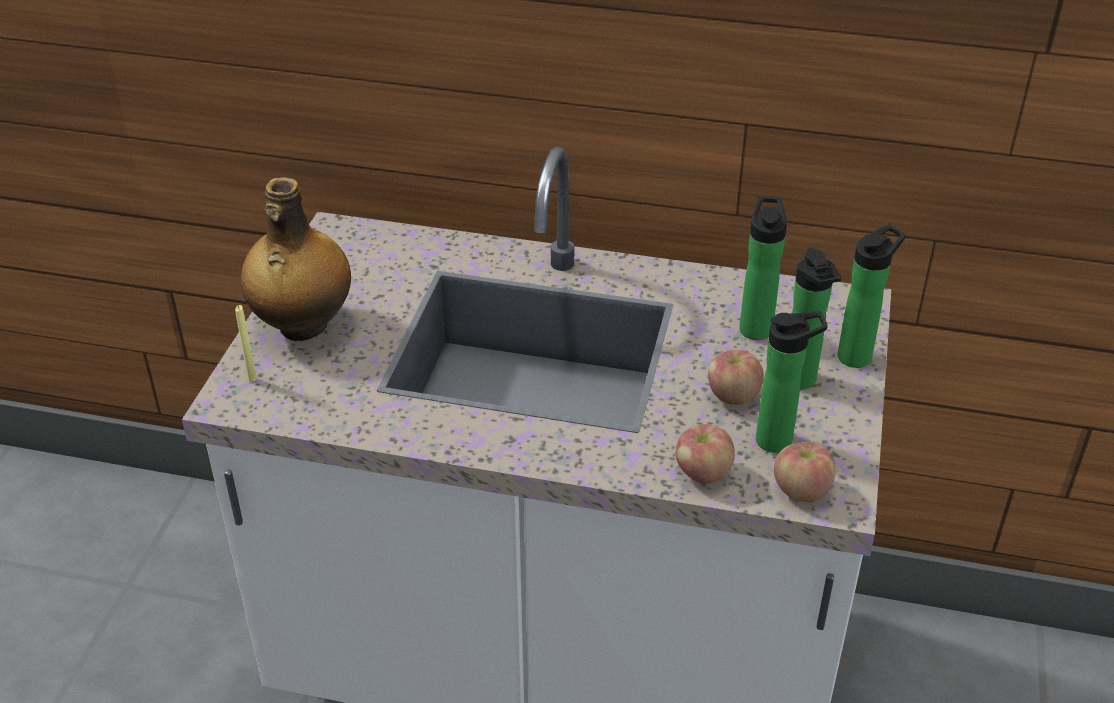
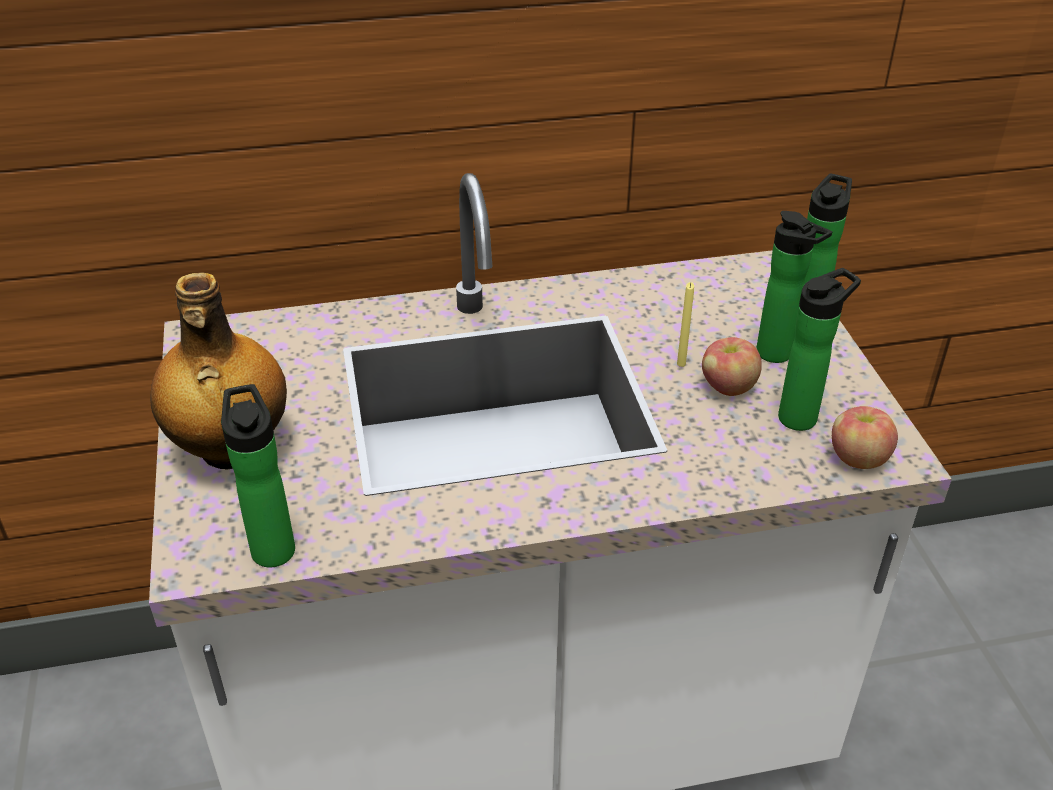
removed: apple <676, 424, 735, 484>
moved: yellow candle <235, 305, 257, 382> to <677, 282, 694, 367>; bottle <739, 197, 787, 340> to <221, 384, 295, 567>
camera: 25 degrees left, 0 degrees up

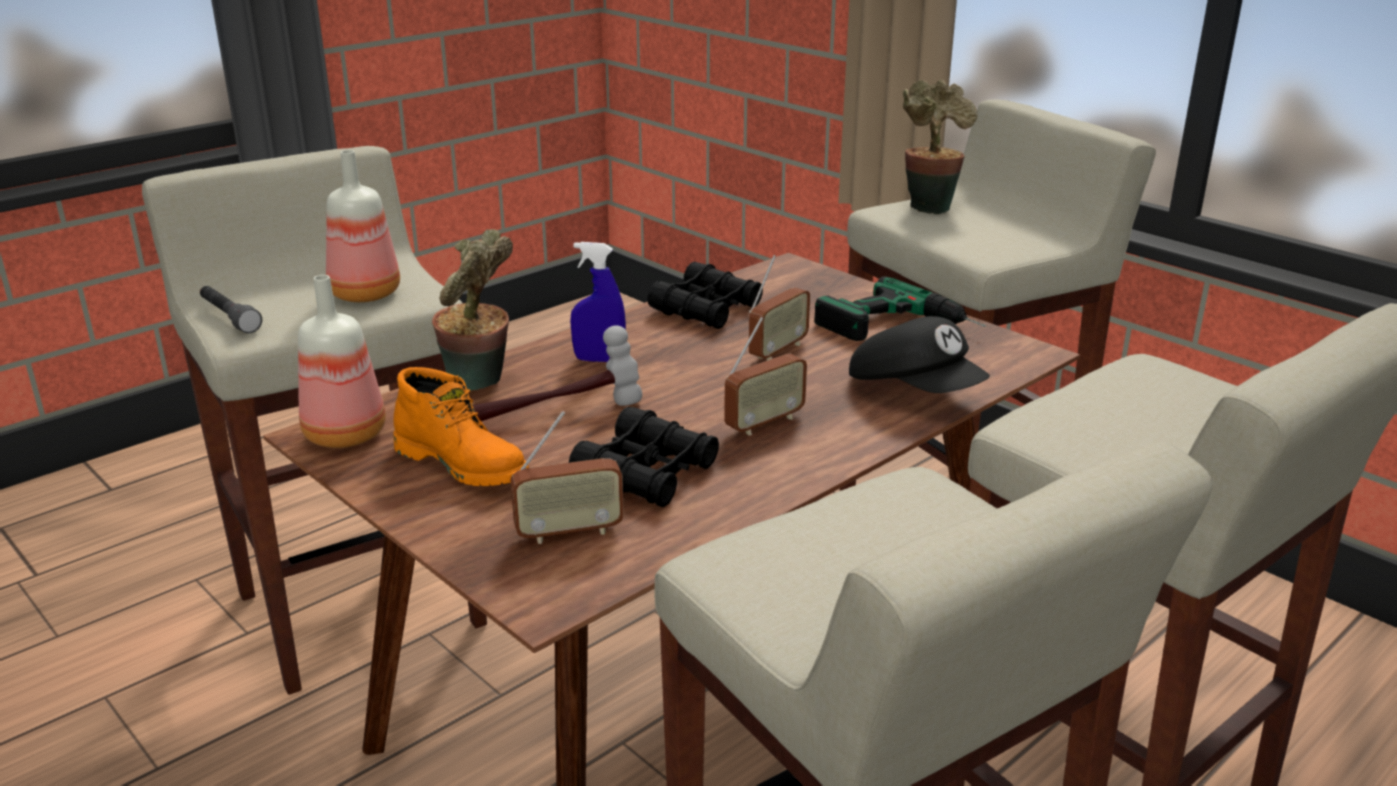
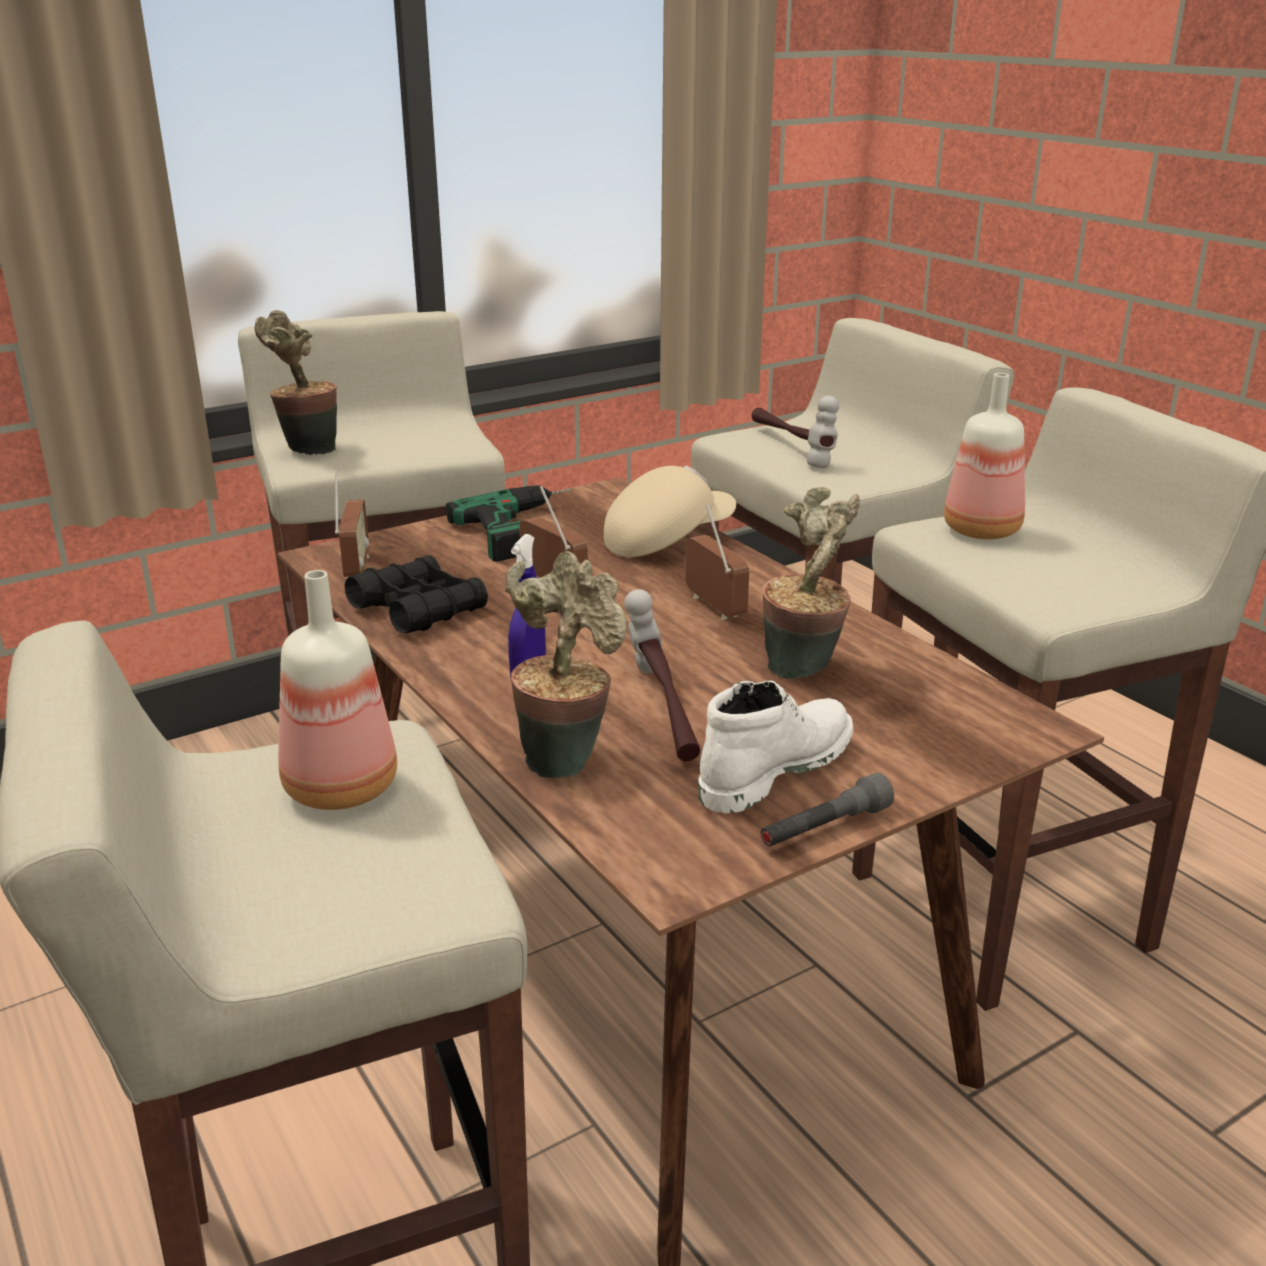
added: hammer <751, 396, 839, 468>
moved: grey flashlight <200, 286, 262, 333> to <761, 773, 894, 846>; bottle <298, 275, 386, 448> to <944, 373, 1025, 539>; radio <510, 411, 624, 544> to <335, 469, 369, 579>
replaced: black binoculars <569, 407, 719, 507> to potted plant <762, 487, 860, 679>
recoloured: orange boot <394, 367, 529, 486> to white boot <698, 680, 853, 813>; black cap <849, 316, 990, 393> to beige cap <604, 465, 736, 557>
camera: 80 degrees left, 0 degrees up

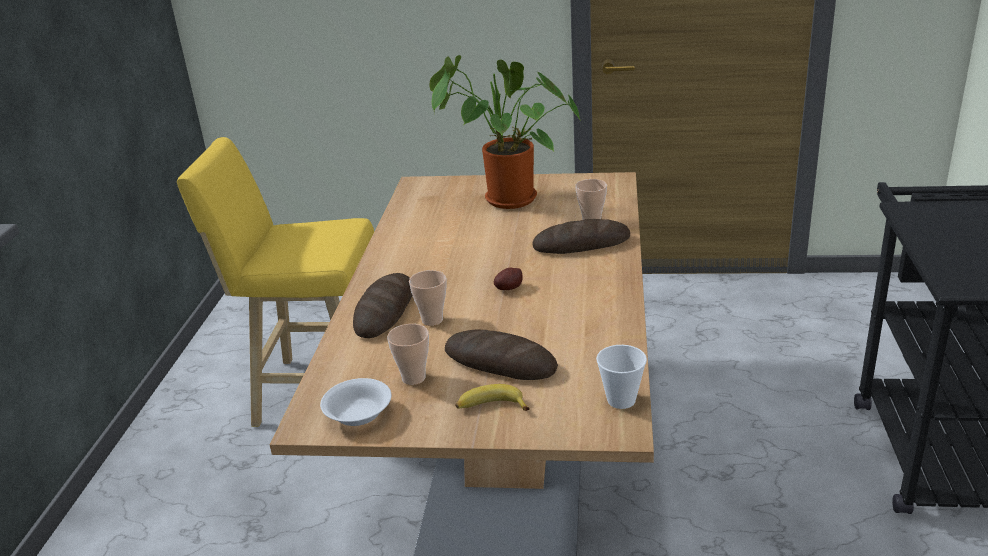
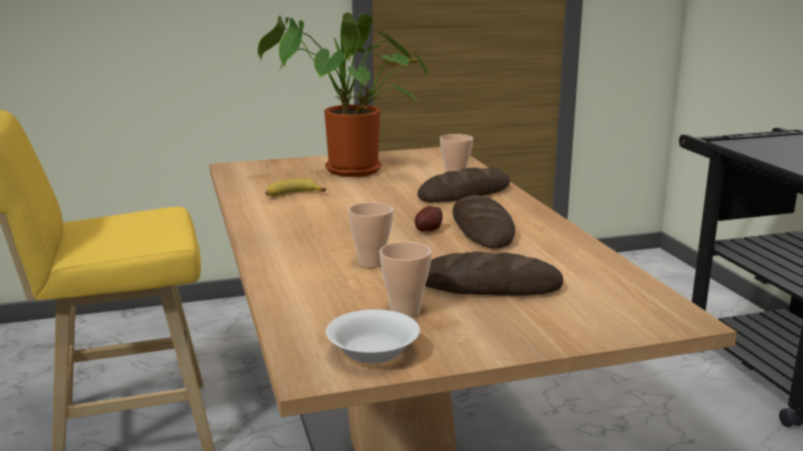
removed: cup <596, 345, 647, 409>
moved: bread <353, 273, 412, 338> to <452, 195, 515, 248>; banana <455, 384, 530, 411> to <265, 179, 326, 196>
camera: 25 degrees left, 10 degrees down

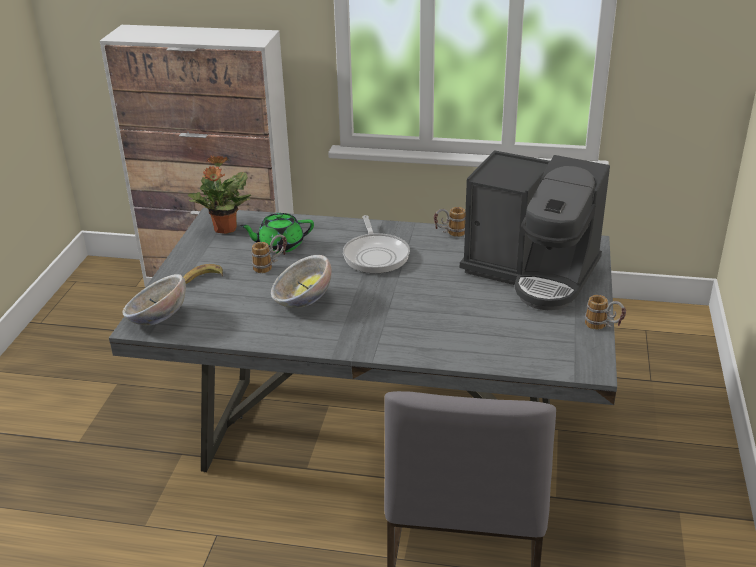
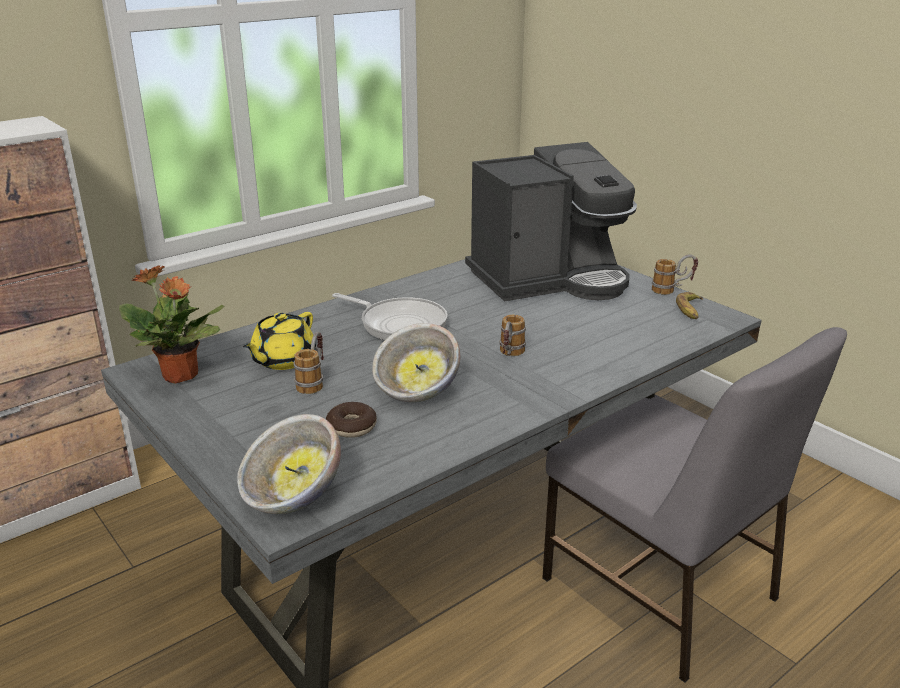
added: donut <326, 402, 377, 438>
moved: banana <184, 264, 223, 284> to <676, 292, 703, 319>; mug <434, 207, 466, 237> to <499, 315, 526, 356>
recoloured: green teapot <240, 213, 314, 253> to yellow teapot <243, 312, 316, 370>
camera: 50 degrees left, 5 degrees down

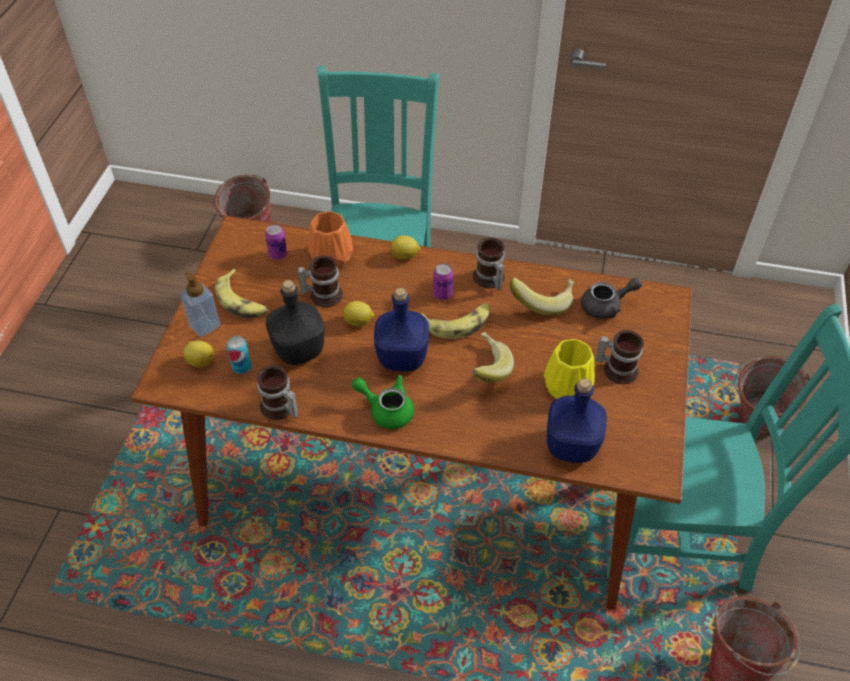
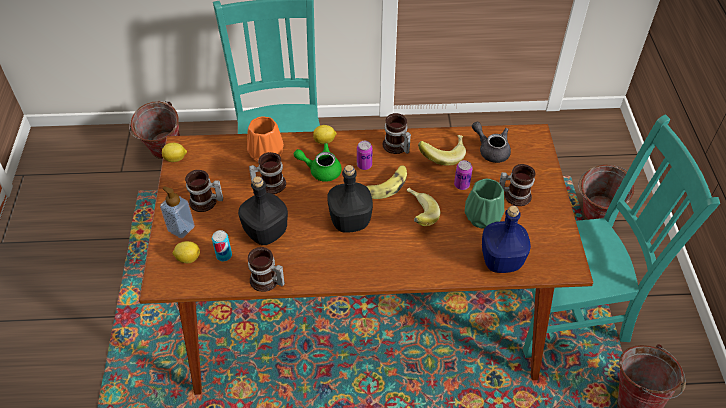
moved: can <265, 224, 287, 260> to <454, 160, 473, 190>; lemon <343, 301, 375, 326> to <162, 143, 187, 162>; green teapot <352, 375, 414, 429> to <294, 143, 342, 182>
replaced: banana <215, 269, 268, 318> to mug <185, 170, 223, 212>
recoloured: blue bottle <374, 288, 429, 372> to black bottle <327, 165, 373, 233>; yellow vase <544, 339, 595, 399> to green vase <465, 179, 505, 229>
turned: grey teapot <581, 277, 642, 319> = <472, 122, 511, 163> 105 degrees counterclockwise
camera: 15 degrees left, 0 degrees up

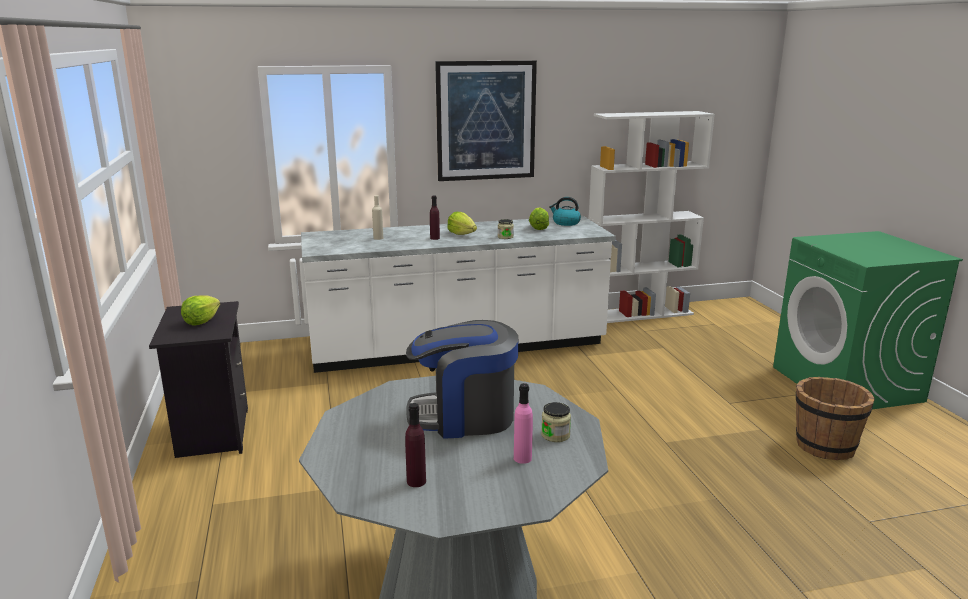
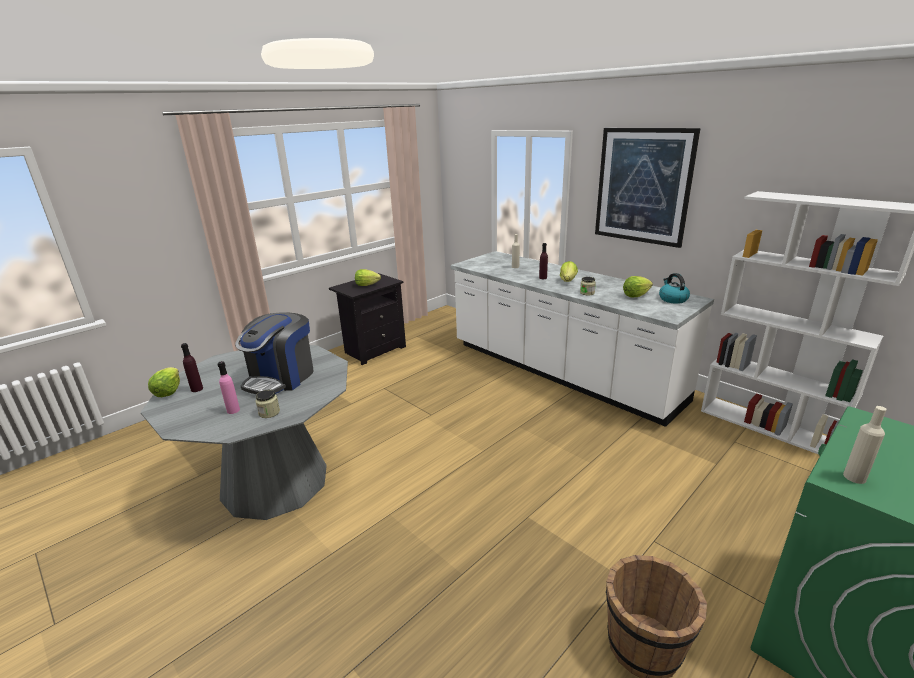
added: lettuce <148, 367, 180, 397>; beige bottle <843, 406, 887, 484>
turned: coffee machine <406, 320, 518, 439> = <235, 313, 314, 394> 120 degrees counterclockwise
camera: 60 degrees right, 5 degrees up

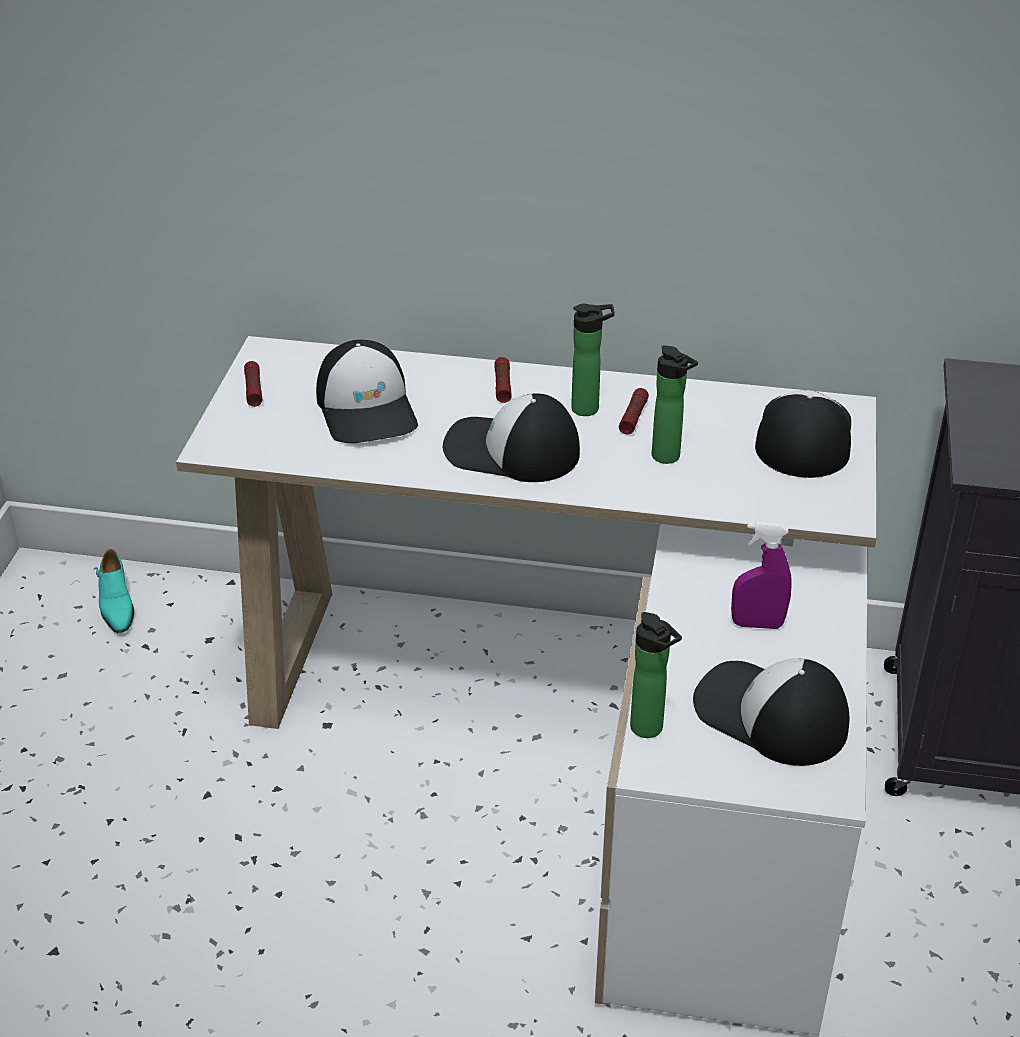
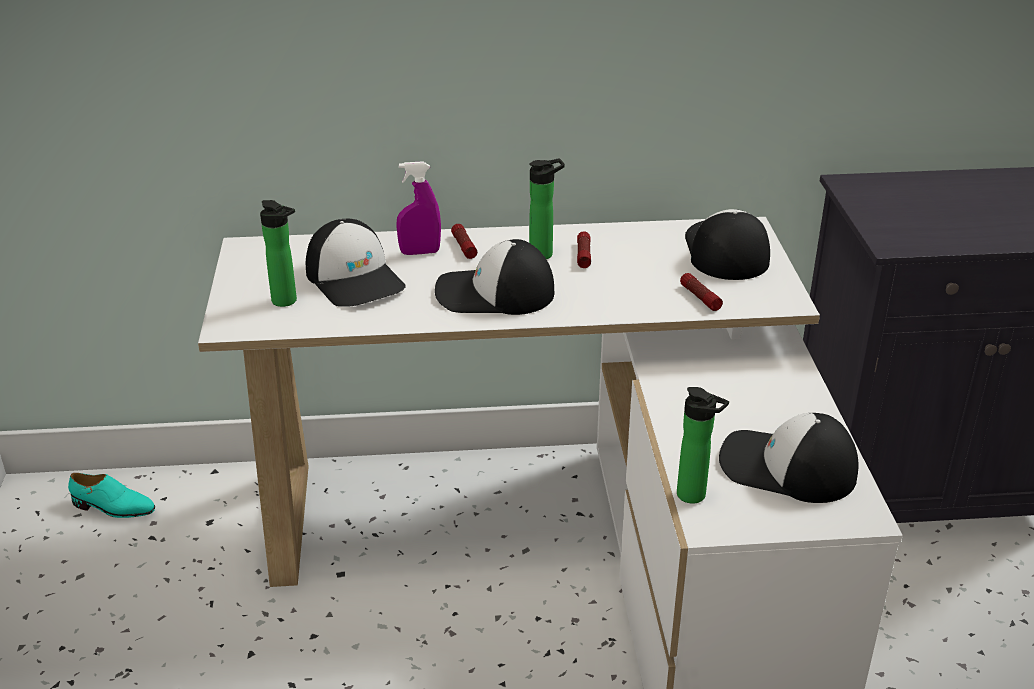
moved: flashlight <244, 361, 262, 407> to <680, 273, 723, 311>; bottle <652, 345, 698, 464> to <260, 200, 297, 307>; purple spray bottle <731, 522, 792, 629> to <396, 162, 441, 255>
turned: turquoise shoe <96, 549, 134, 633> = <68, 473, 155, 518> 45 degrees counterclockwise
camera: 15 degrees left, 5 degrees down

